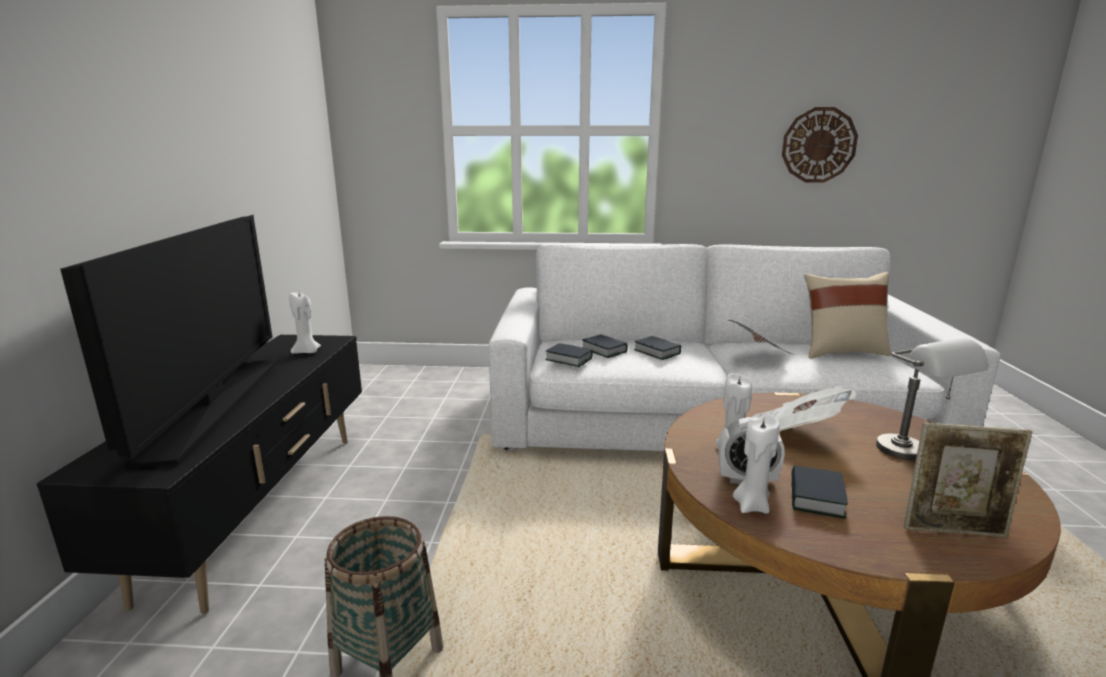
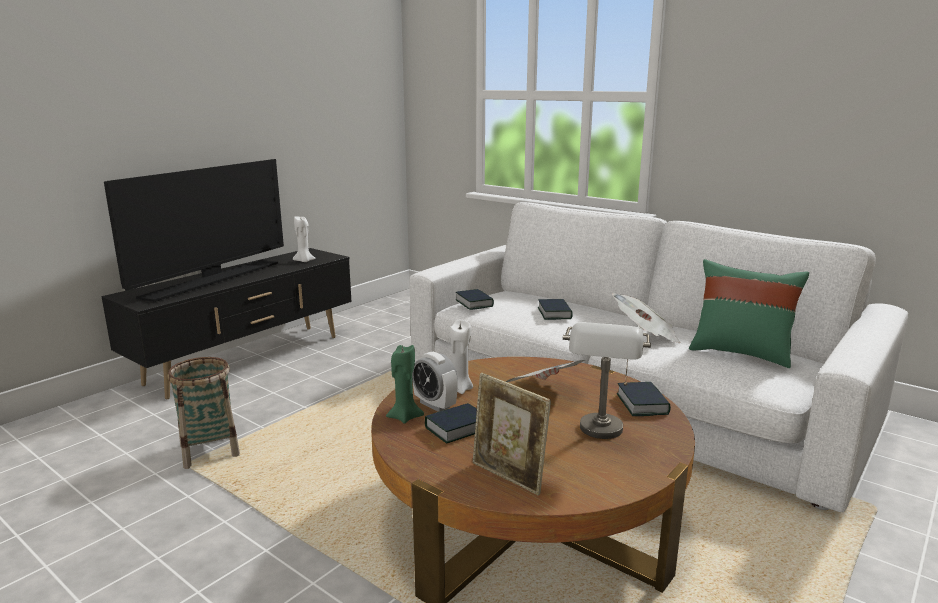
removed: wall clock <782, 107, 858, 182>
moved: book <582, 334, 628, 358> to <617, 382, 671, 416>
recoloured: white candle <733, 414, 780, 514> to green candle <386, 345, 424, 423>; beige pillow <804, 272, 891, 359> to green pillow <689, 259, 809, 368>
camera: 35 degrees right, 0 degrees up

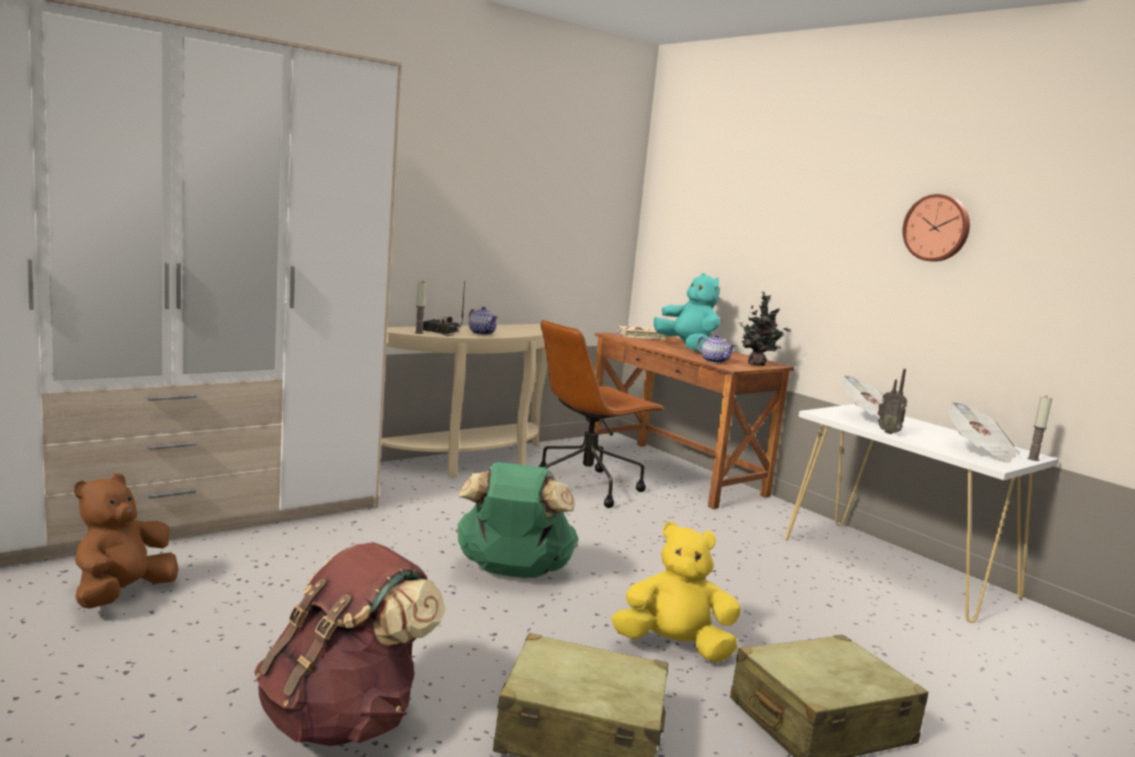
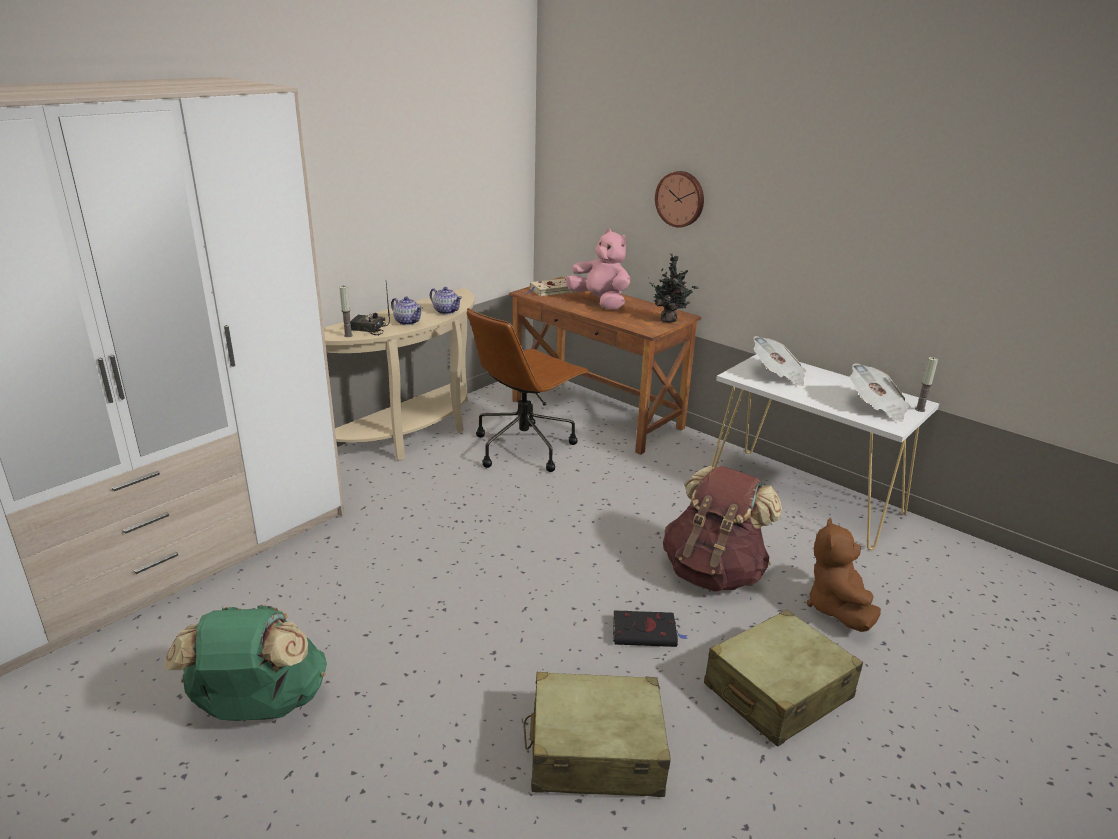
removed: radio <877, 369, 907, 434>
moved: brown plush toy <74, 473, 178, 608> to <807, 517, 881, 632>; brown backpack <254, 542, 446, 746> to <663, 466, 782, 592>; green backpack <456, 462, 579, 578> to <165, 605, 327, 721>; teapot <697, 334, 737, 363> to <430, 287, 462, 315>; wall clock <903, 194, 970, 262> to <655, 171, 704, 228>
replaced: yellow plush toy <612, 522, 741, 662> to black book <613, 610, 688, 647>
recoloured: turquoise plush toy <654, 273, 720, 352> to pink plush toy <566, 229, 630, 310>
camera: 10 degrees left, 15 degrees up

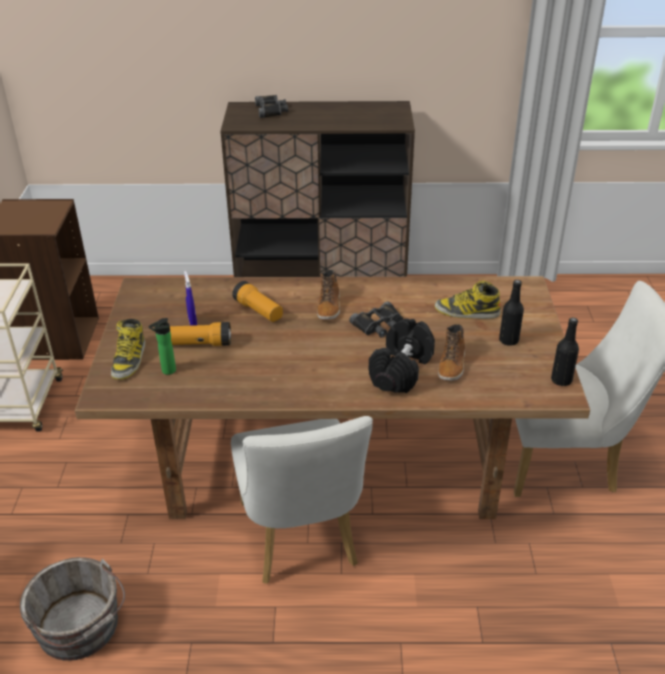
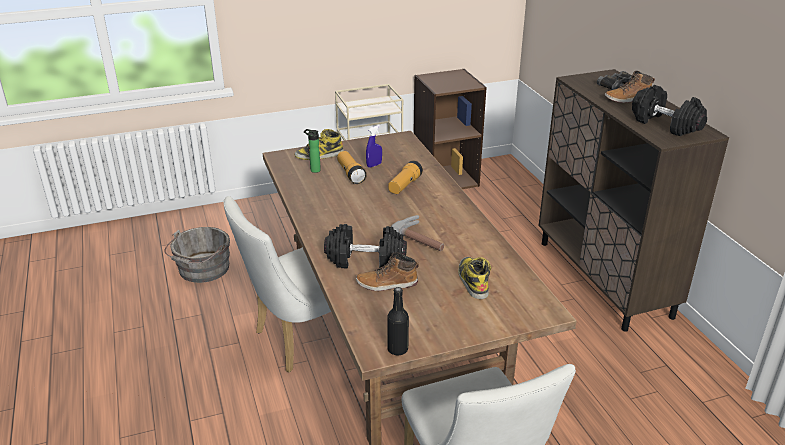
removed: black bottle <499, 280, 524, 346>
added: black dumbbell <632, 85, 707, 136>
moved: boot <317, 270, 340, 320> to <605, 71, 655, 103>
replaced: black binoculars <349, 301, 403, 338> to hammer <391, 215, 444, 251>
camera: 70 degrees right, 5 degrees down

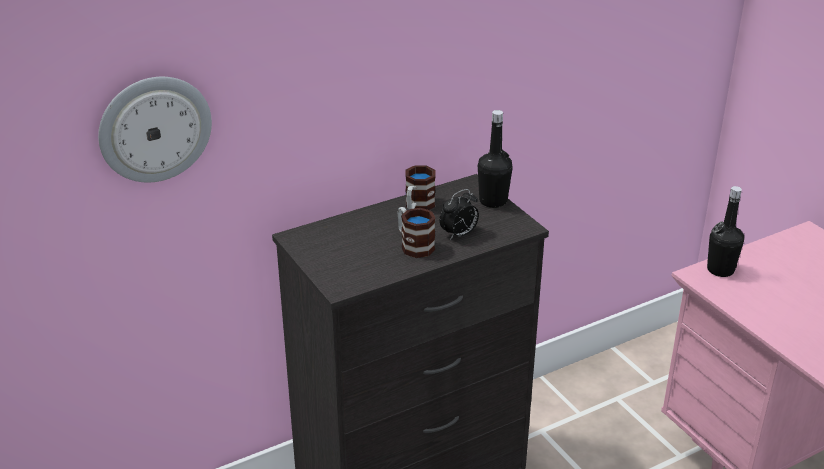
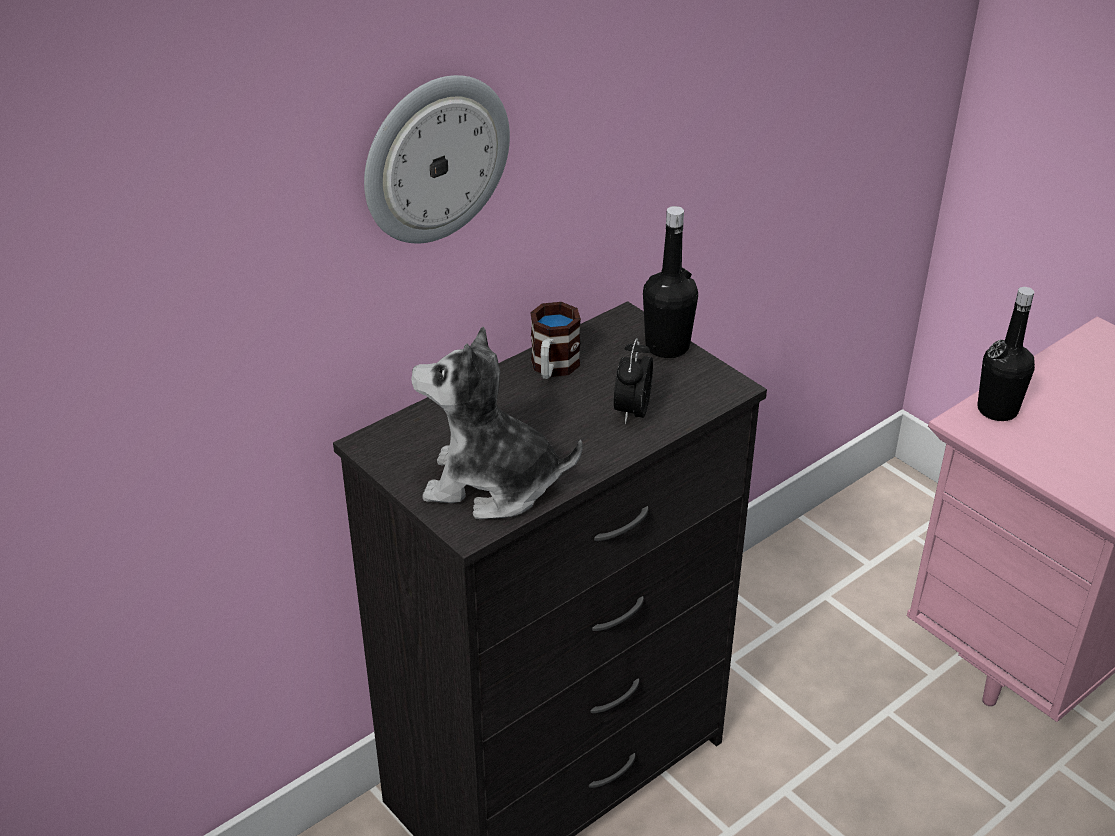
removed: mug <398, 207, 436, 258>
added: plush toy <411, 327, 582, 520>
moved: wall clock <98, 77, 212, 183> to <364, 75, 510, 243>
turned: alarm clock <439, 189, 479, 240> = <614, 338, 653, 424> 150 degrees clockwise
camera: 10 degrees left, 5 degrees up

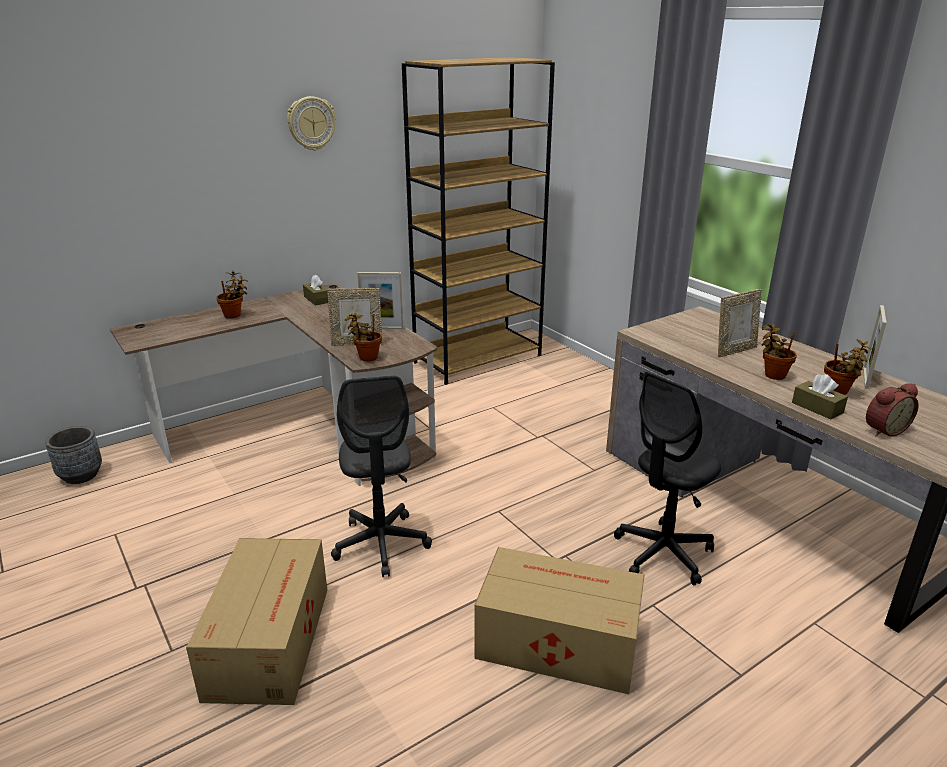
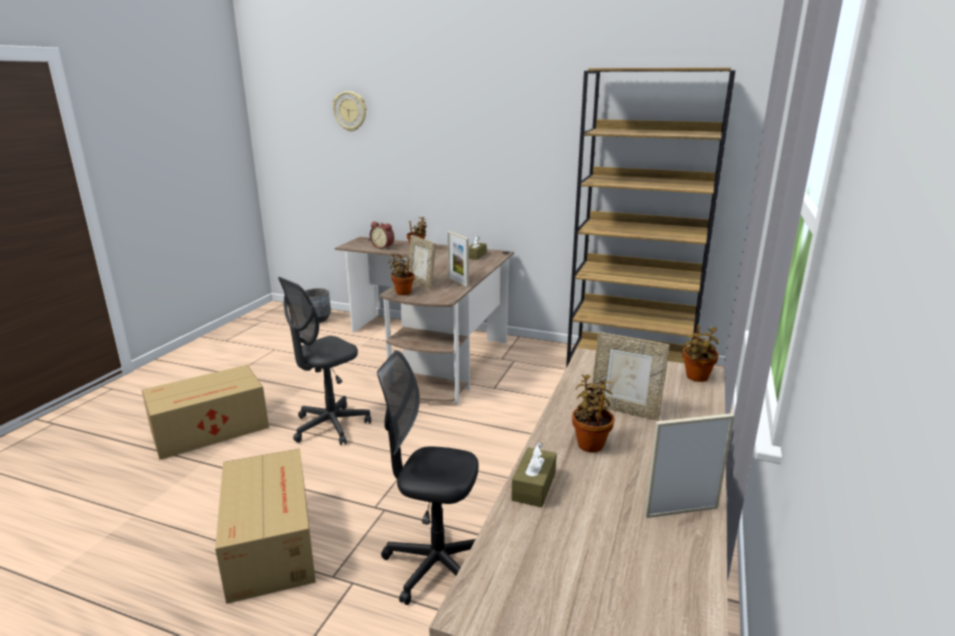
moved: wall clock <287, 96, 336, 151> to <333, 91, 366, 132>; potted plant <824, 339, 872, 395> to <683, 325, 719, 382>; alarm clock <866, 383, 918, 437> to <370, 221, 394, 249>
camera: 55 degrees right, 5 degrees down

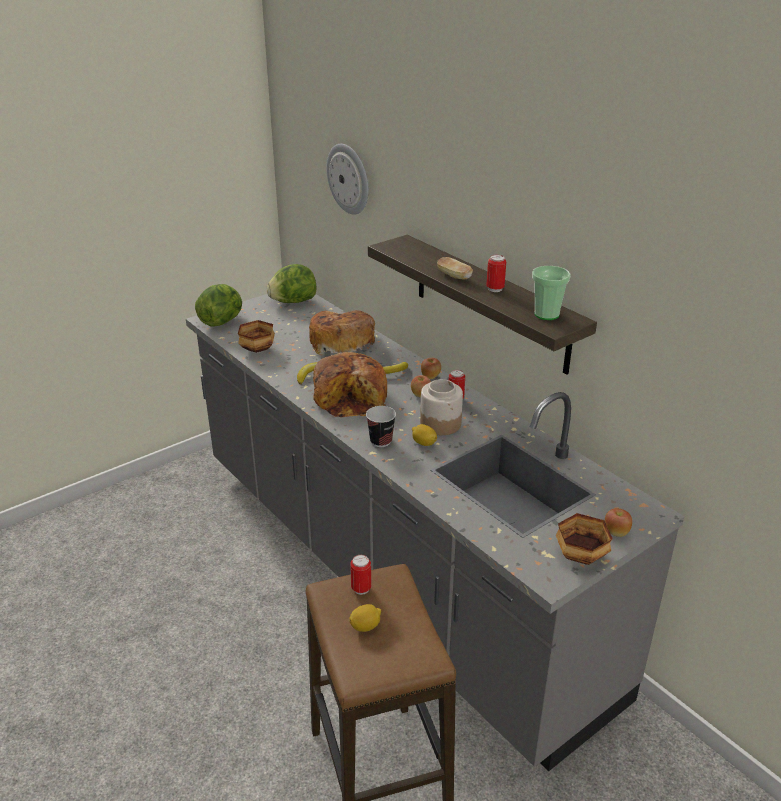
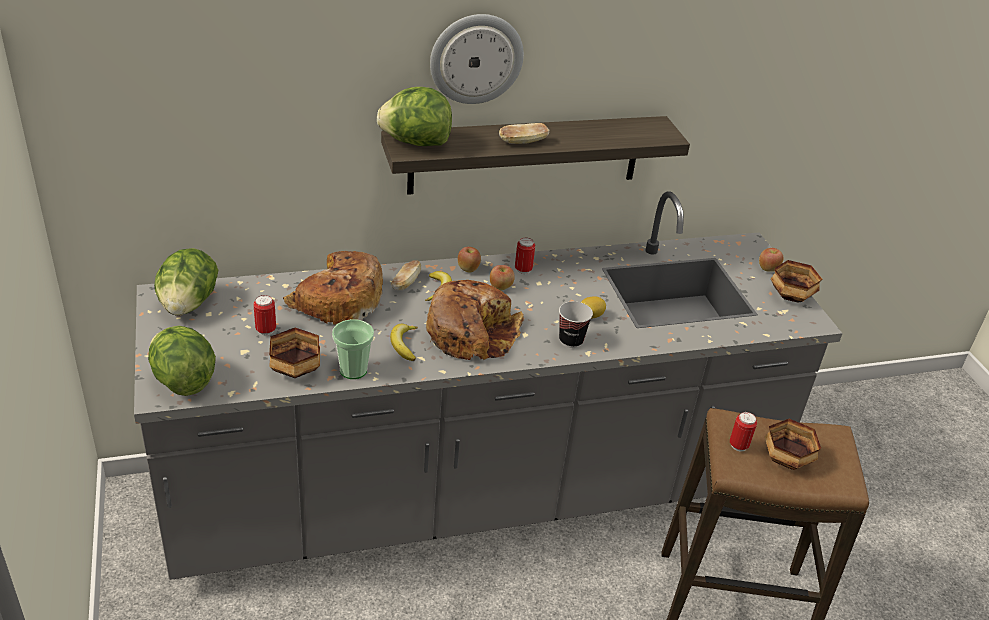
removed: jar <420, 379, 463, 435>
added: lettuce <377, 87, 452, 146>; bread <391, 260, 421, 290>
moved: wall clock <327, 144, 369, 215> to <430, 14, 524, 104>; can <486, 255, 506, 292> to <254, 295, 276, 335>; cup <532, 266, 571, 320> to <332, 319, 374, 379>
replaced: lemon <349, 604, 381, 632> to bowl <765, 419, 821, 470>
camera: 70 degrees left, 5 degrees up

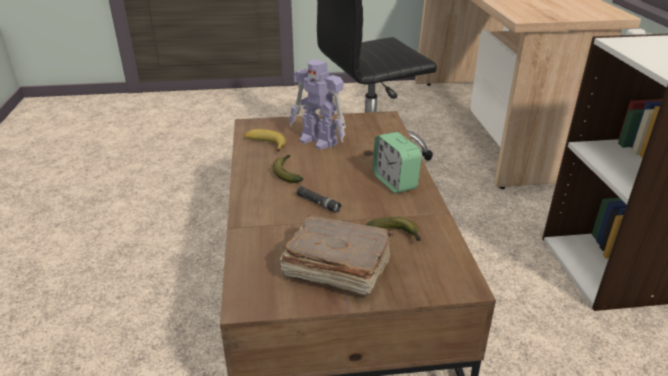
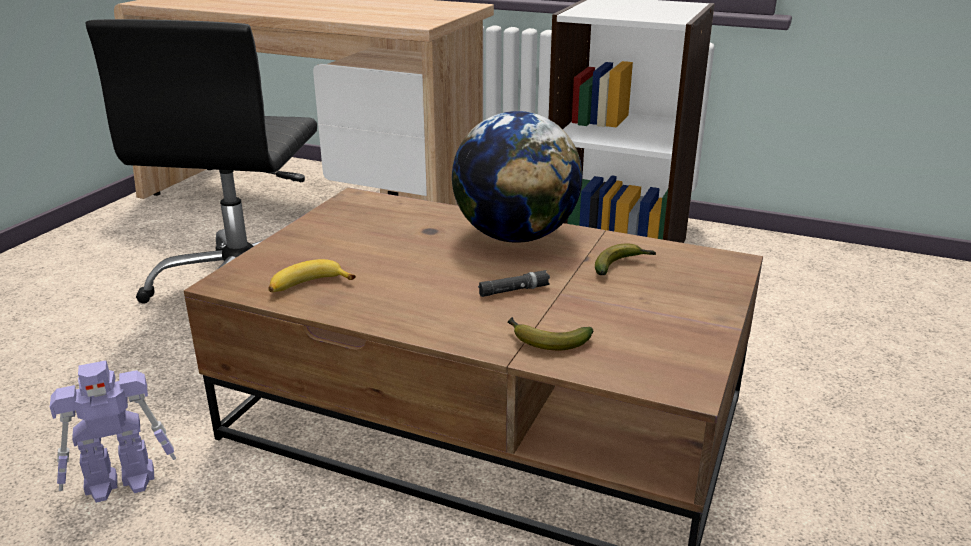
removed: brown book <280, 214, 393, 296>
moved: banana <273, 155, 303, 183> to <508, 317, 594, 350>; toy robot <289, 59, 346, 150> to <50, 360, 176, 503>
replaced: alarm clock <373, 132, 422, 193> to globe <452, 111, 582, 243>
camera: 60 degrees left, 5 degrees down

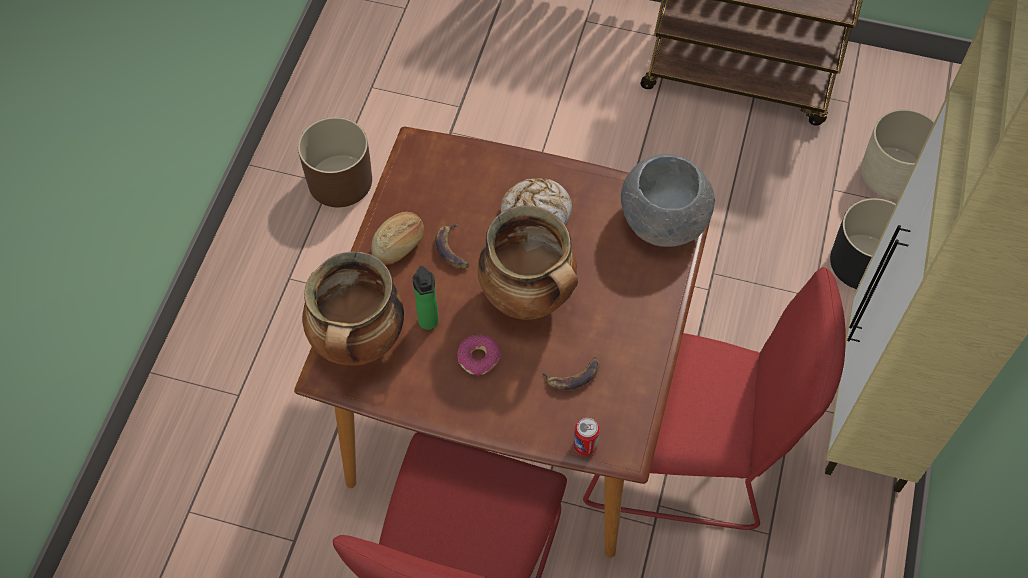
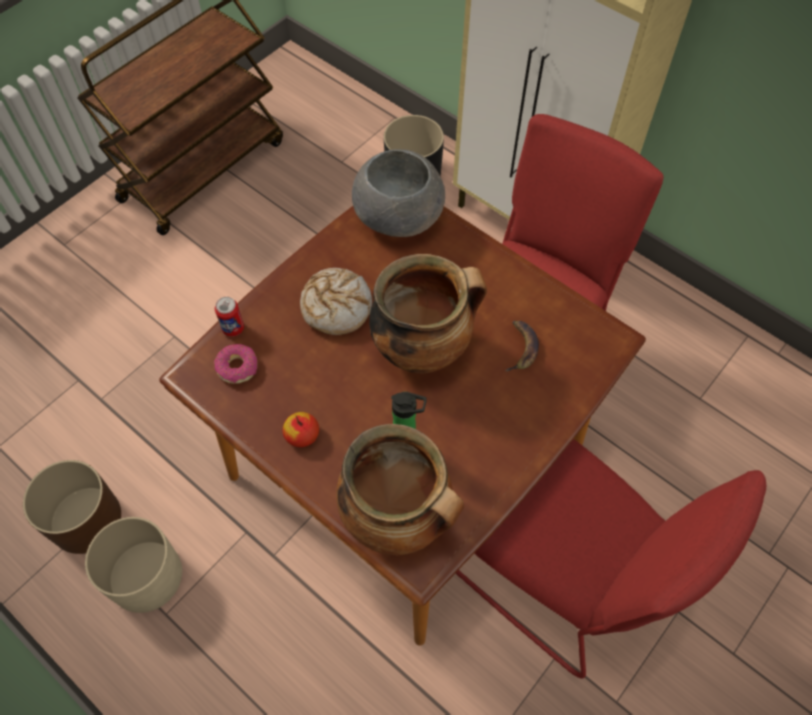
removed: banana <435, 223, 469, 268>
moved: donut <457, 335, 501, 376> to <214, 344, 257, 384>; can <573, 418, 600, 455> to <215, 297, 244, 337>; beige planter <861, 109, 935, 199> to <85, 517, 182, 613>
replaced: bread <371, 212, 424, 265> to apple <283, 412, 319, 447>
camera: 65 degrees left, 0 degrees up

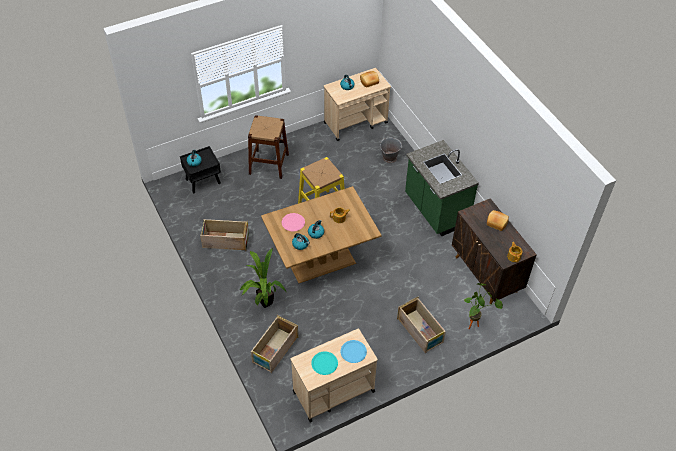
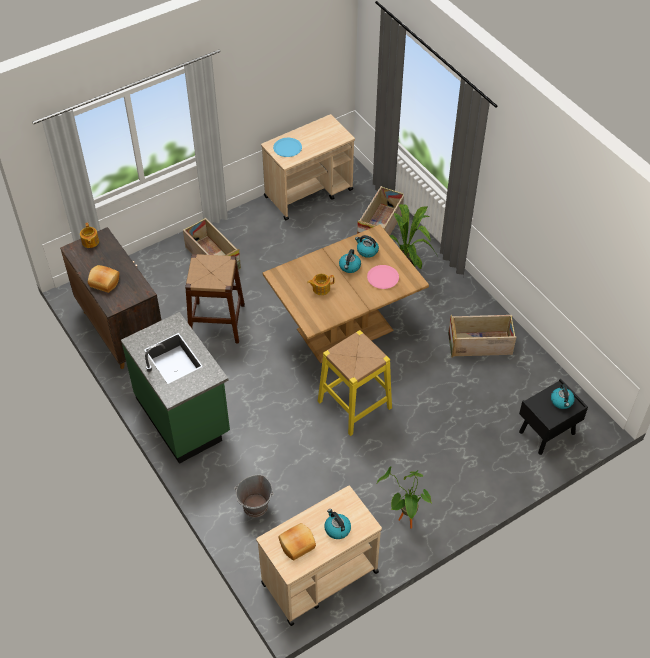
removed: turquoise plate <311, 352, 338, 375>
moved: brown stool <248, 115, 289, 179> to <185, 254, 245, 343>; potted plant <464, 283, 503, 329> to <377, 466, 431, 529>
camera: 175 degrees right, 0 degrees up

